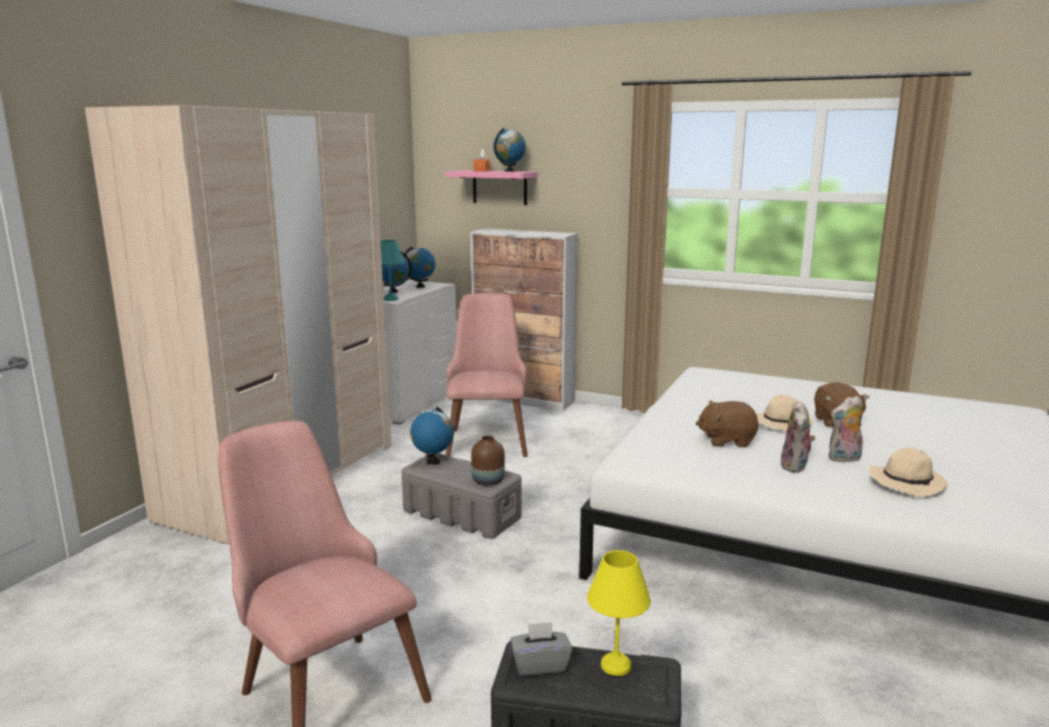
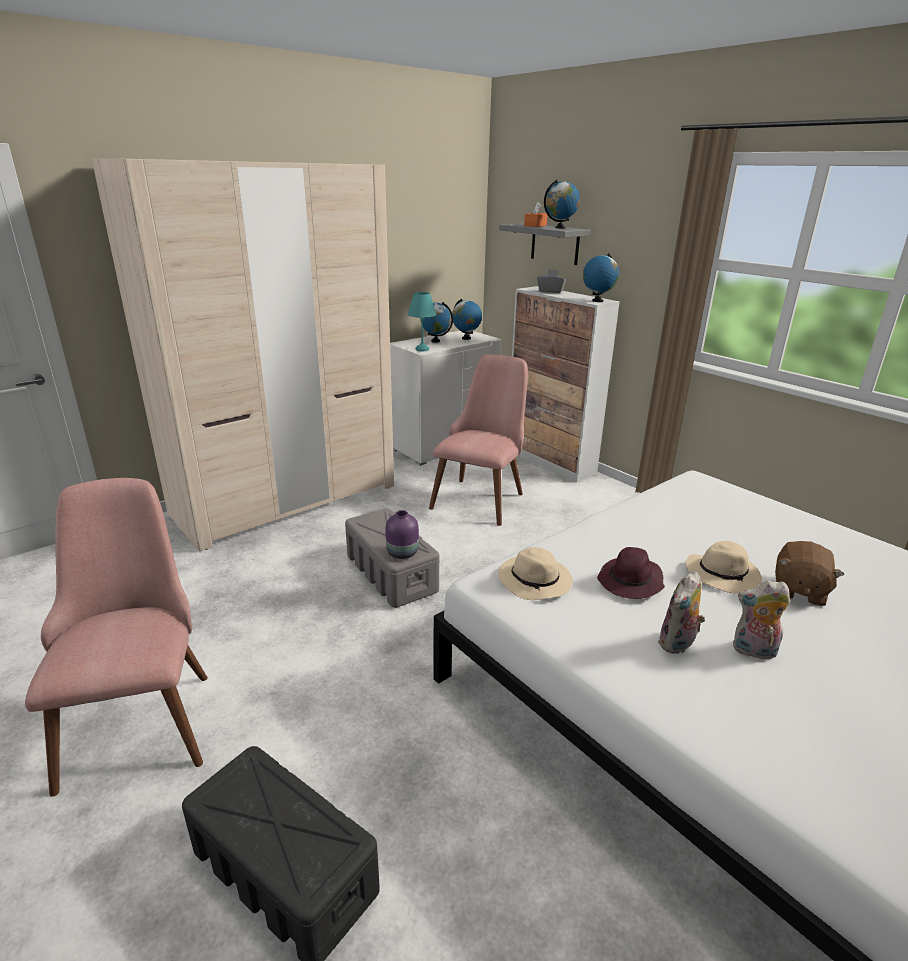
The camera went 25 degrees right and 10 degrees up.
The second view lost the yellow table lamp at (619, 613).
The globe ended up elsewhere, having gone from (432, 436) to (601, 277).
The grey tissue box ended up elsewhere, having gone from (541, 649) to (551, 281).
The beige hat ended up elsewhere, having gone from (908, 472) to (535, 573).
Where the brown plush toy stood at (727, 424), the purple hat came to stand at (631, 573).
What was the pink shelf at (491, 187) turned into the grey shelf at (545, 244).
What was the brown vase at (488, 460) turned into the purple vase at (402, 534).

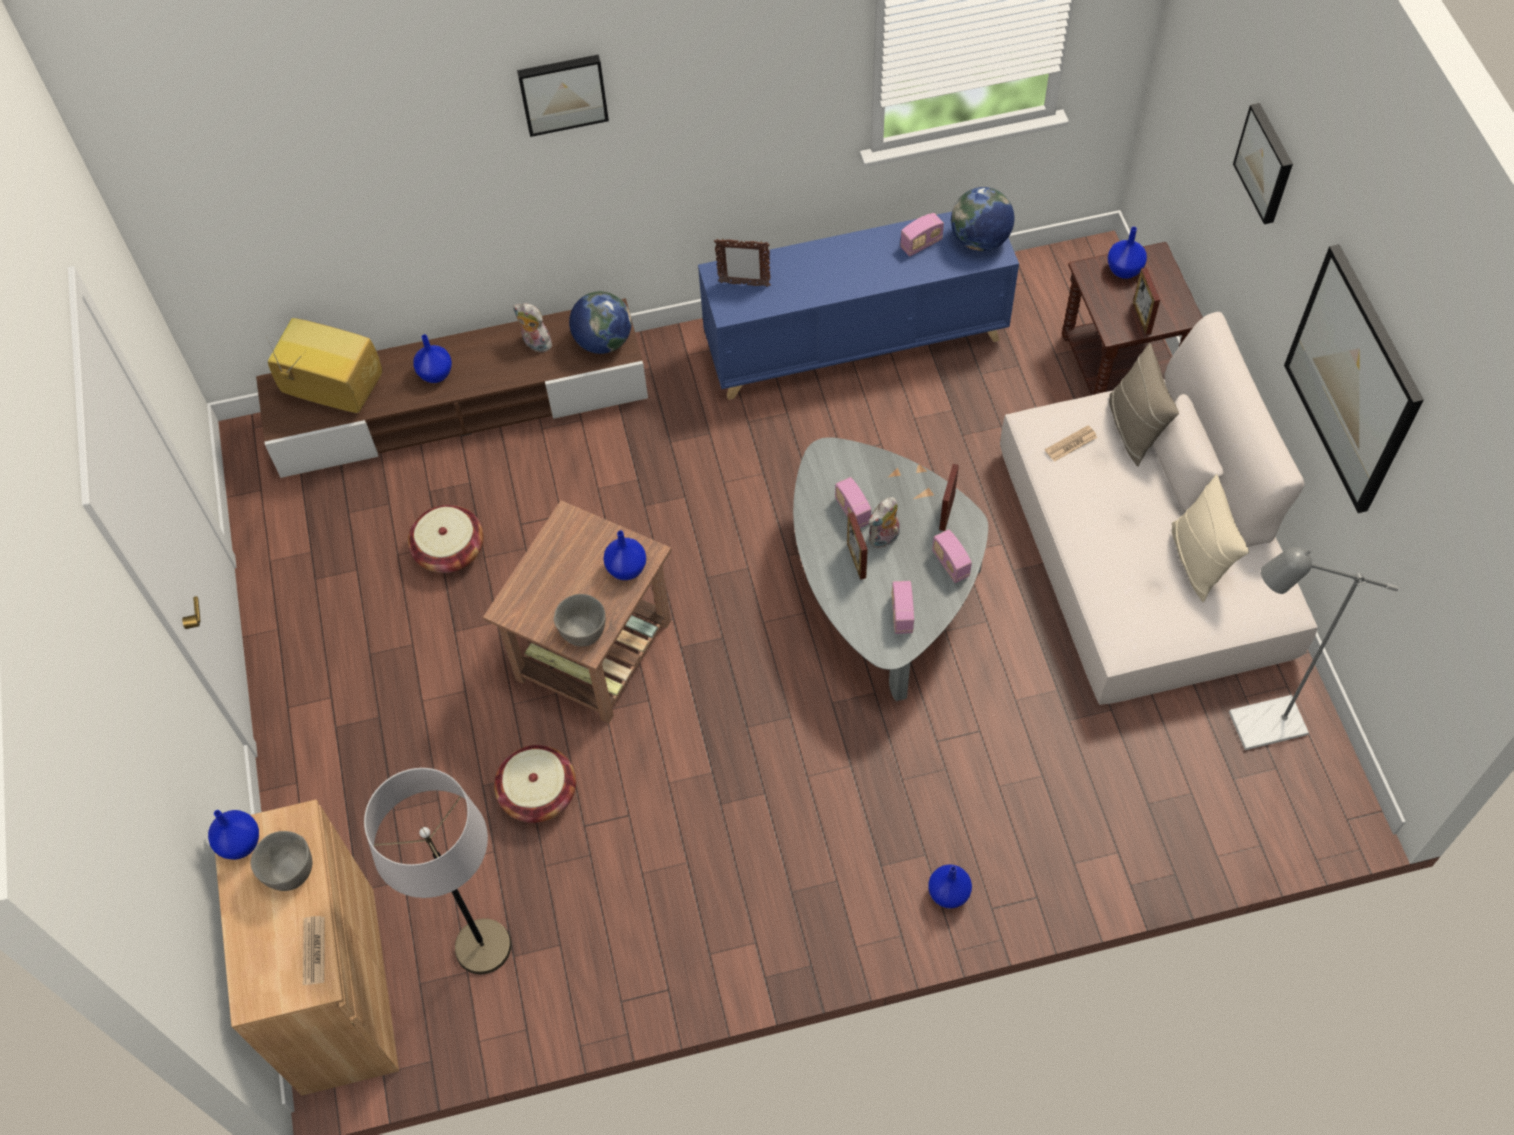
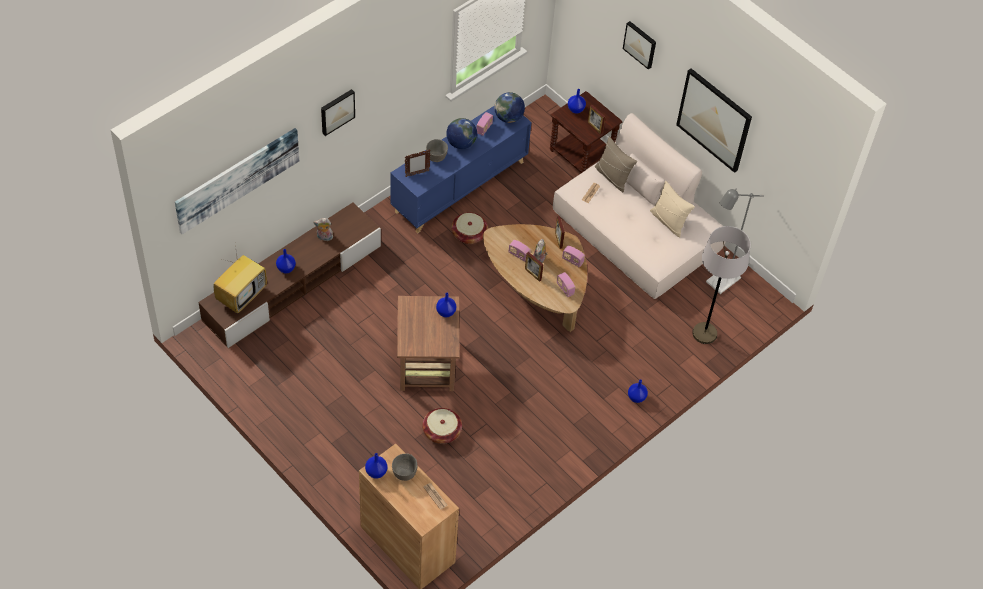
The camera went 35 degrees left and 5 degrees down.
The second view gained the picture at (237, 181).
The grey floor lamp ended up elsewhere, having gone from (437, 871) to (721, 285).
The basket ended up elsewhere, having gone from (446, 539) to (470, 228).
The grey bowl ended up elsewhere, having gone from (580, 620) to (437, 150).
The globe ended up elsewhere, having gone from (600, 322) to (461, 133).
What was the grey coffee table at (890, 569) turned into the brown coffee table at (535, 278).
The television at (324, 365) ended up facing another way, 135 degrees clockwise from before.

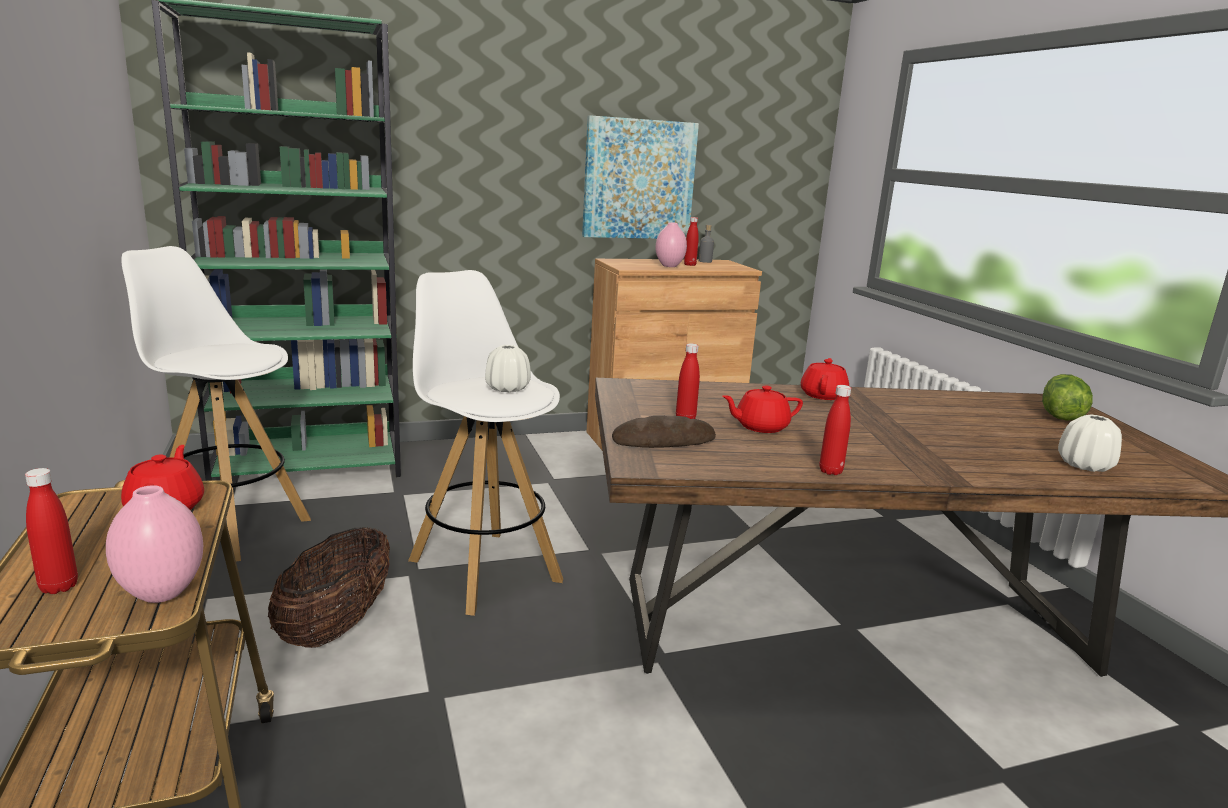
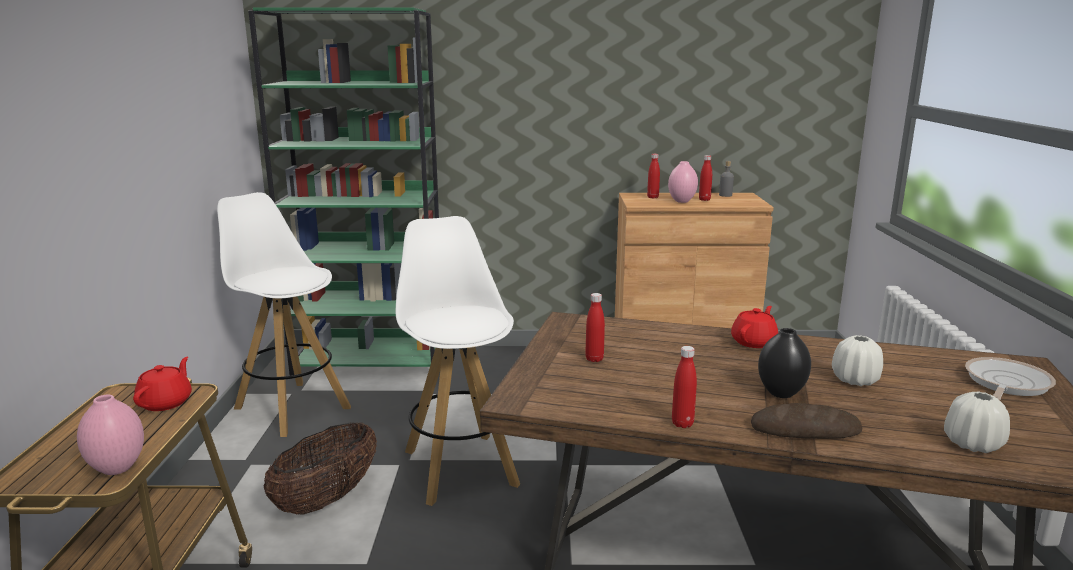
The camera went 20 degrees right and 0 degrees up.
The second view lost the picture at (640, 177).
The second view lost the red teapot at (762, 409).
The second view gained the black vase at (784, 363).
The red bottle ended up elsewhere, having gone from (51, 531) to (653, 176).
The white vase ended up elsewhere, having gone from (508, 368) to (857, 360).
The bread ended up elsewhere, having gone from (664, 432) to (806, 421).
Where the lettuce stood at (1067, 397), the frying pan came to stand at (1010, 378).

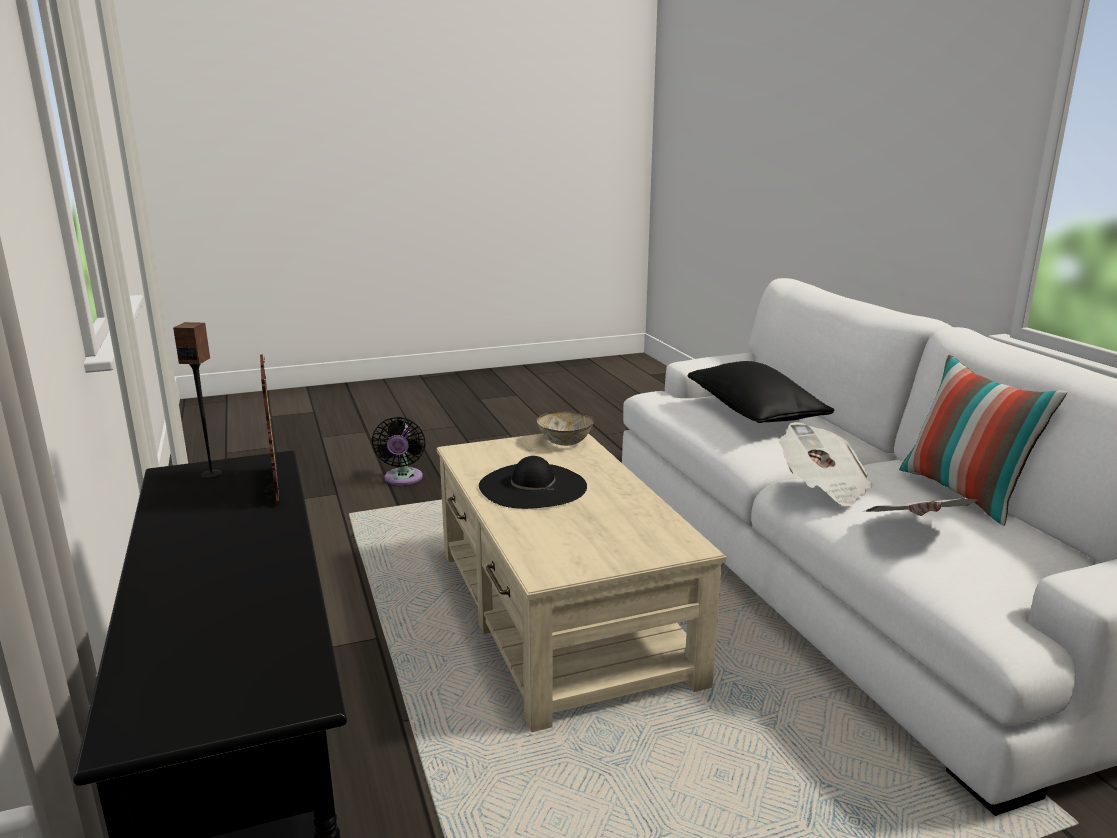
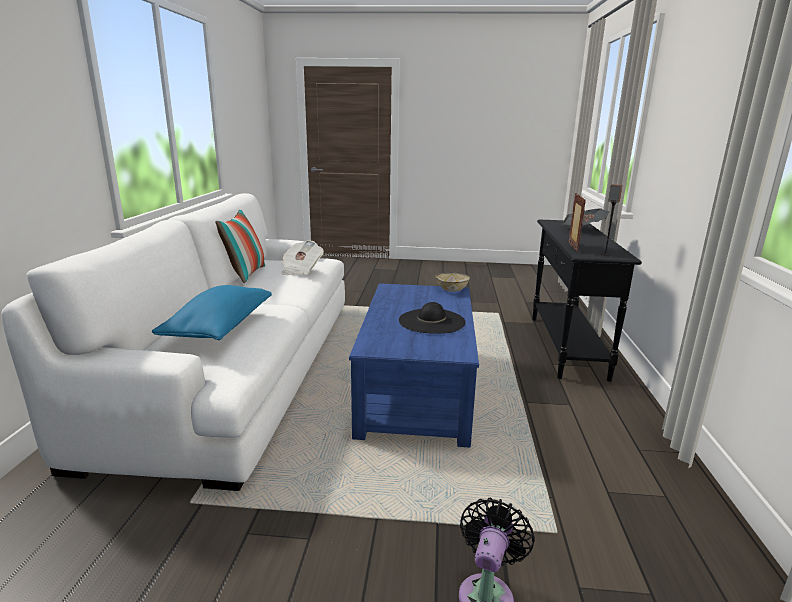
The camera went 155 degrees left and 0 degrees up.
The bowl ended up elsewhere, having gone from (565, 429) to (452, 282).
The newspaper ended up elsewhere, having gone from (826, 464) to (586, 216).
What was the beige coffee table at (581, 582) turned into the blue coffee table at (414, 365).
What was the black pillow at (760, 392) turned into the blue pillow at (212, 312).

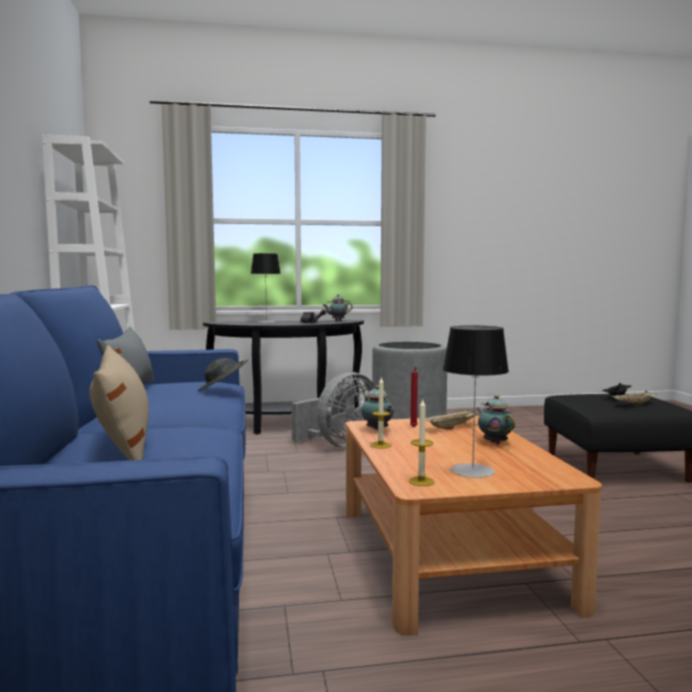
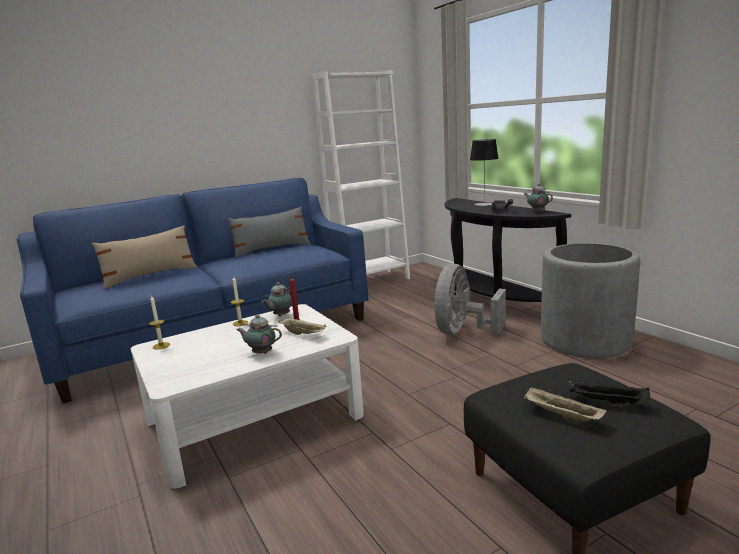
The camera went 70 degrees right and 10 degrees up.
The second view lost the grey hat at (223, 374).
The second view lost the table lamp at (476, 402).
What was the brown coffee table at (474, 526) turned into the white coffee table at (247, 396).
The grey fan at (333, 410) ended up facing another way, 90 degrees clockwise from before.
The teapot at (496, 420) ended up facing another way, 120 degrees counterclockwise from before.

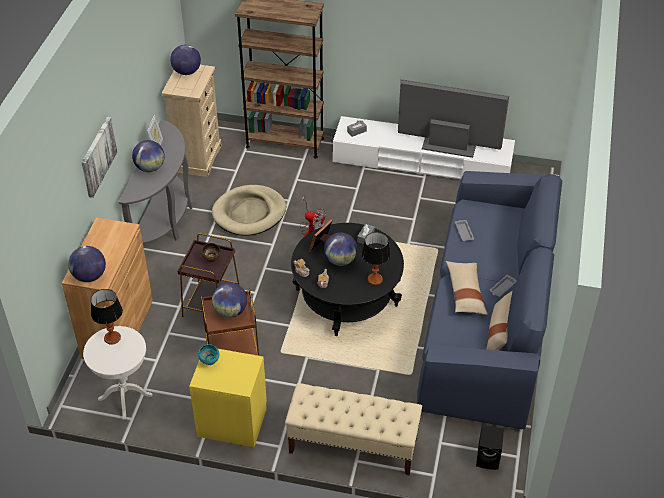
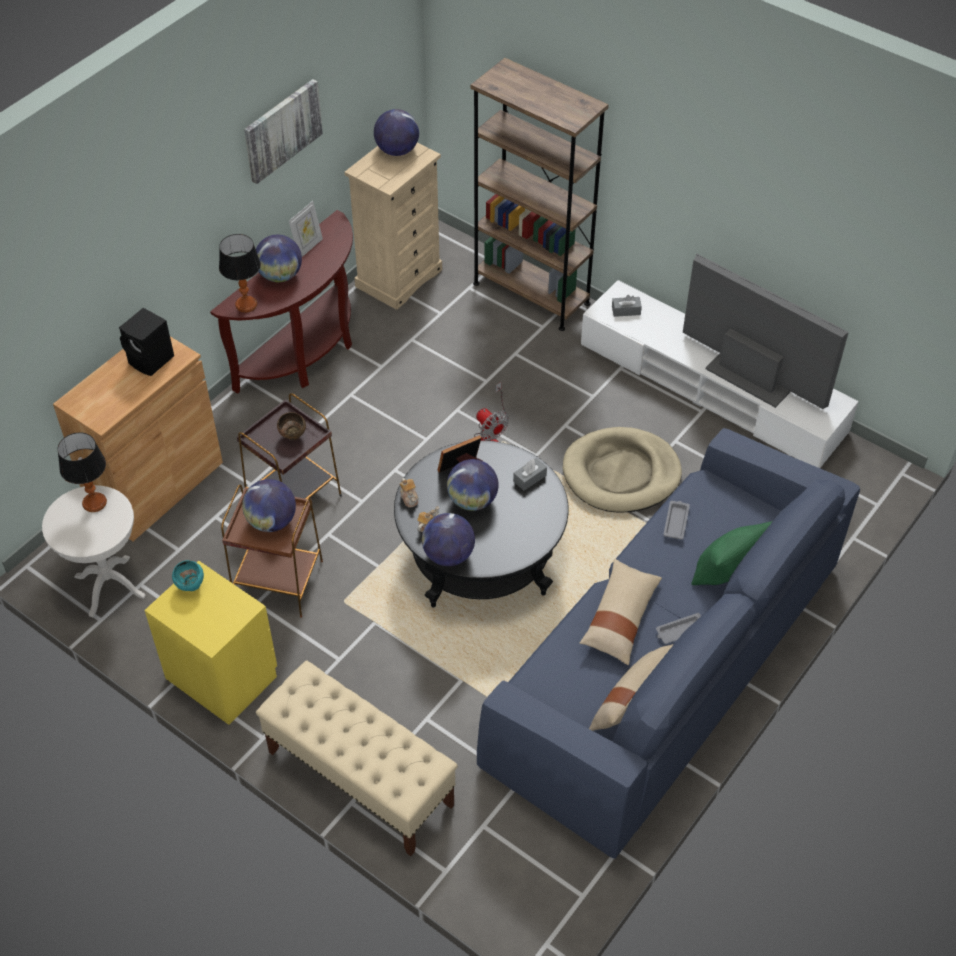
The camera went 25 degrees right and 5 degrees up.
The second view gained the green pillow at (732, 553).
The globe ended up elsewhere, having gone from (87, 264) to (448, 539).
The picture ended up elsewhere, having gone from (99, 157) to (283, 131).
The beige dog bed ended up elsewhere, having gone from (249, 210) to (622, 470).
The table lamp ended up elsewhere, having gone from (376, 258) to (240, 273).
The black speaker ended up elsewhere, having gone from (490, 448) to (146, 342).
What was the grey console table at (155, 182) turned into the brown console table at (281, 302).

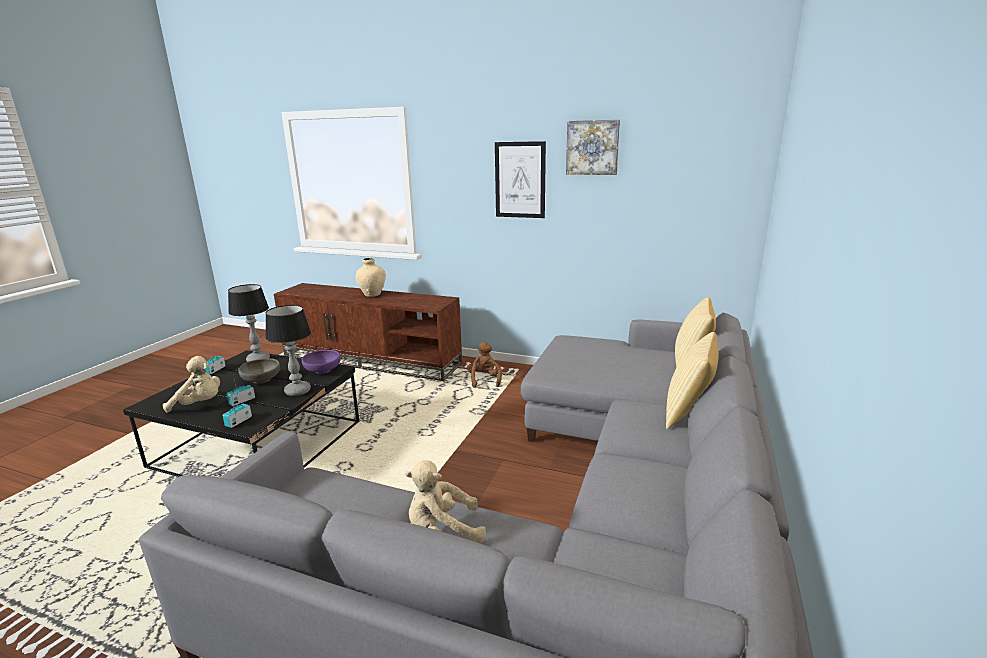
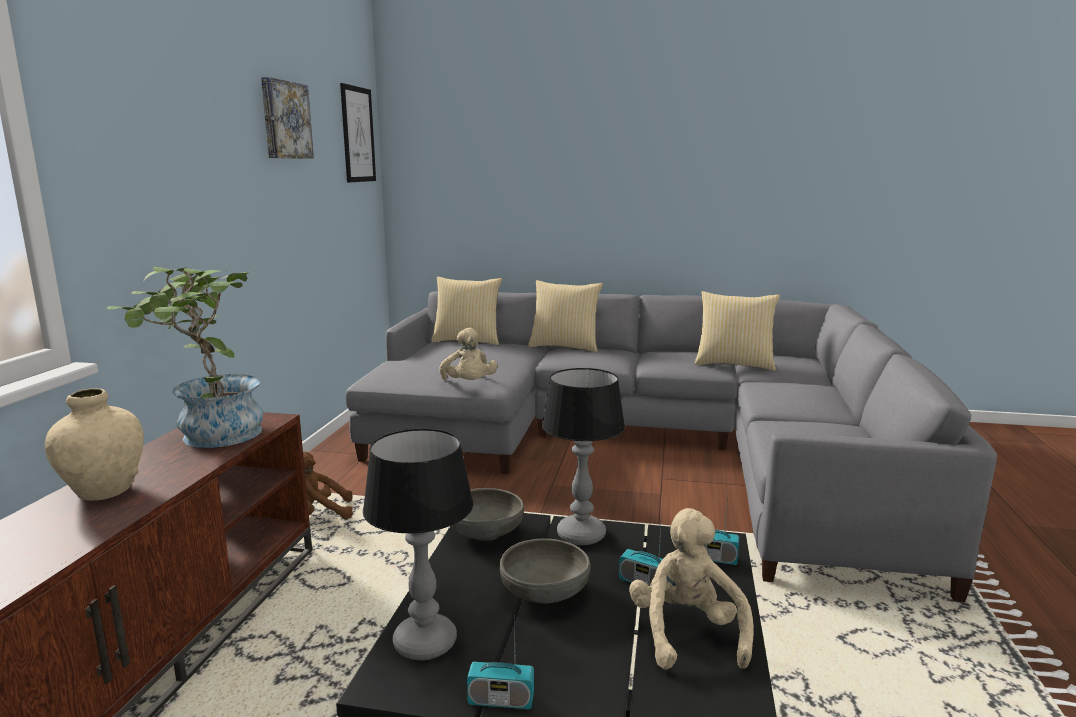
The camera went 100 degrees left and 5 degrees down.
The second view gained the potted plant at (185, 357).
The second view gained the pillow at (737, 331).
The beige plush toy ended up elsewhere, having gone from (445, 501) to (468, 354).
The picture ended up elsewhere, having gone from (520, 179) to (358, 132).
What was the purple bowl at (321, 362) turned into the grey bowl at (487, 514).

